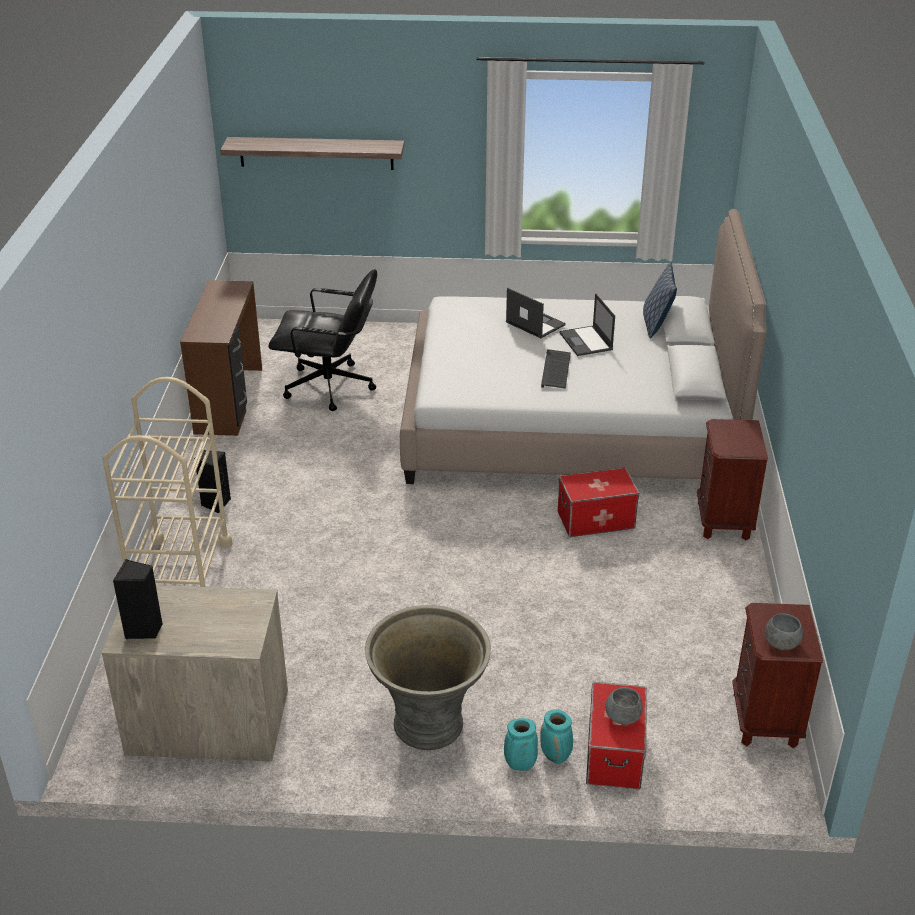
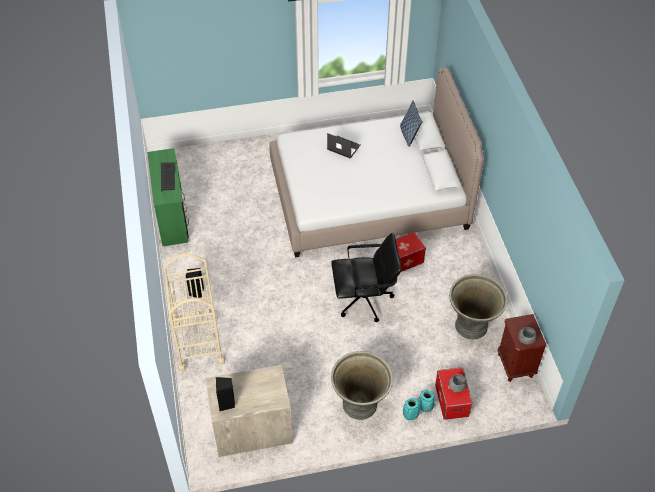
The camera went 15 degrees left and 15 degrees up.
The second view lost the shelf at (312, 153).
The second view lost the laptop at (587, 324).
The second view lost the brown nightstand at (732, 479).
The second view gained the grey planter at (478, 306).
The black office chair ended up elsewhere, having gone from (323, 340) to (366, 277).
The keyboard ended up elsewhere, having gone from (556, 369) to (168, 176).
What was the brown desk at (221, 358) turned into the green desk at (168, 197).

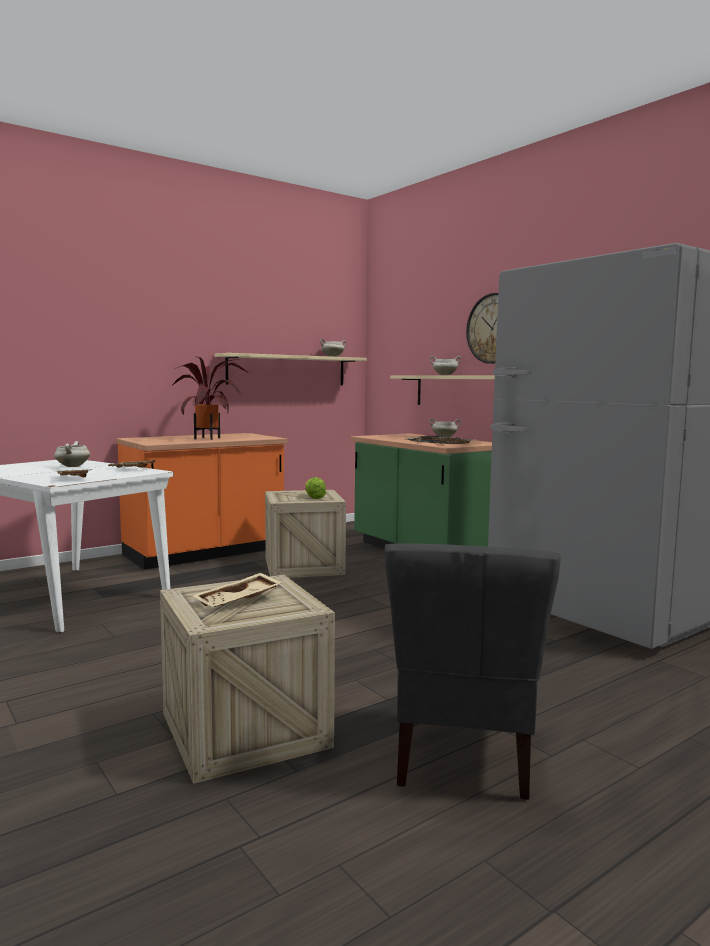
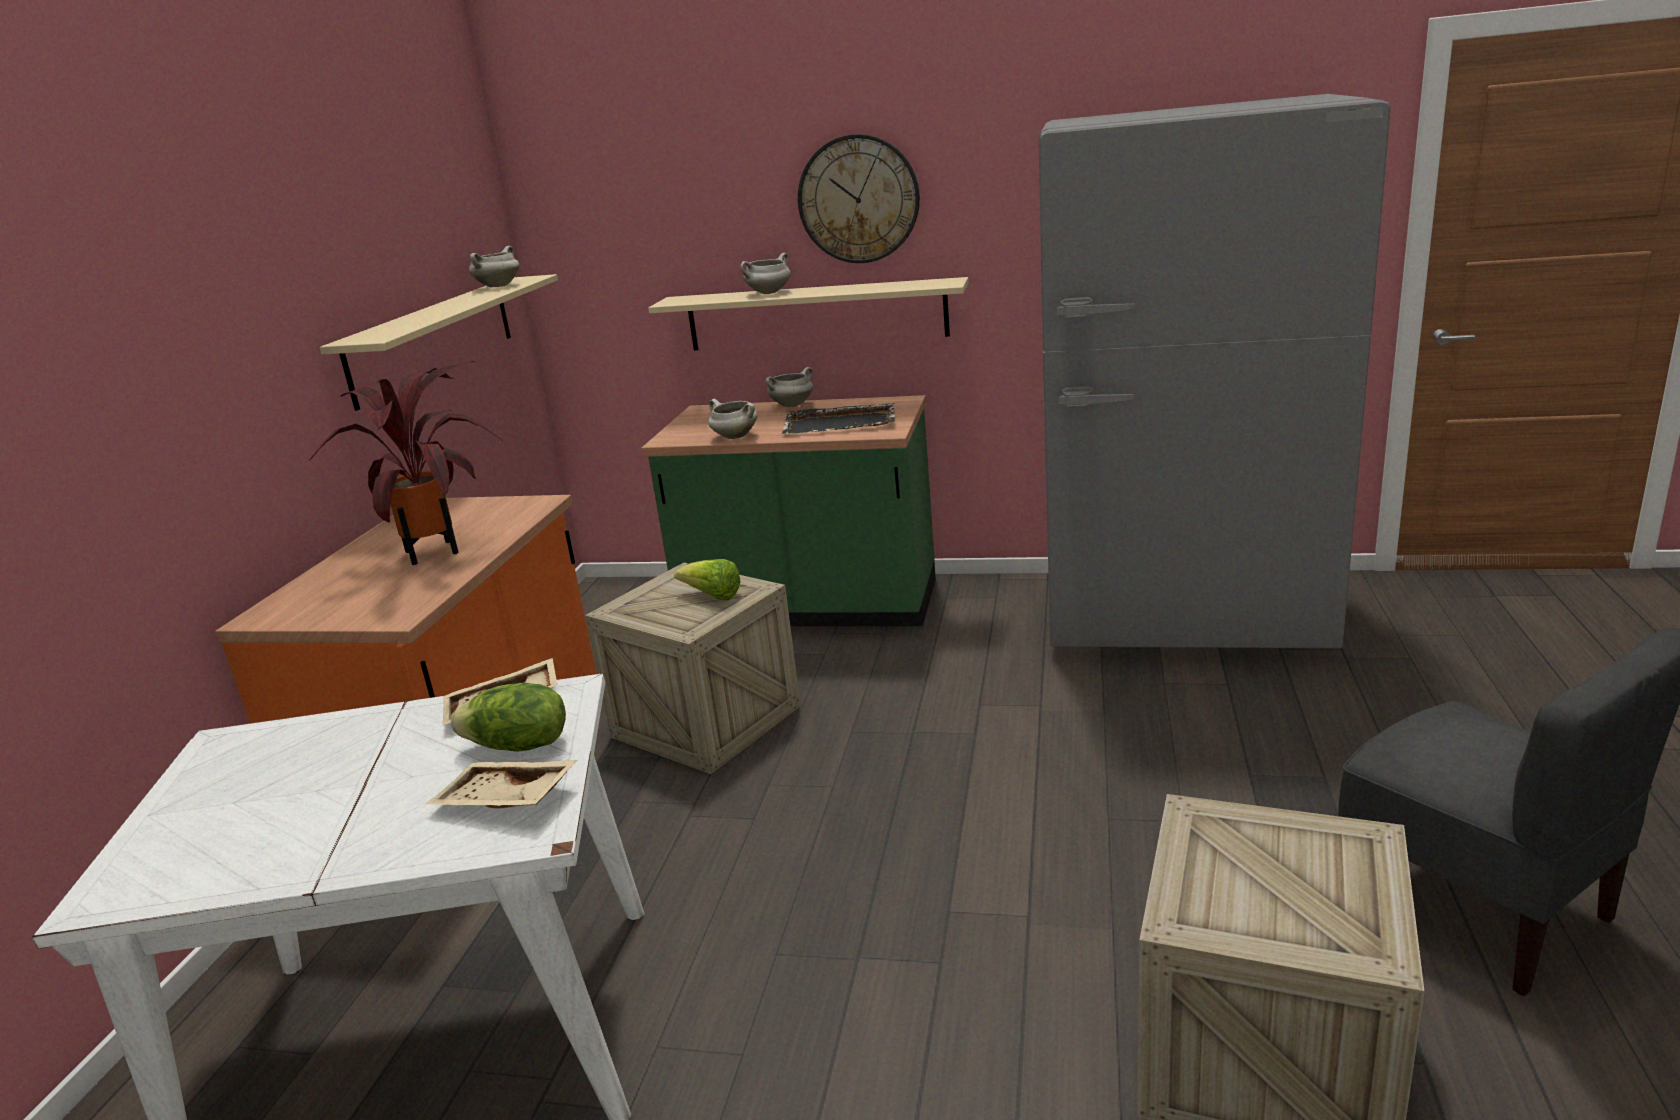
The camera went 40 degrees left and 15 degrees up.
The second view lost the beige tray at (238, 590).
The second view gained the lettuce at (508, 717).
The white cooking pot ended up elsewhere, having gone from (72, 454) to (733, 419).

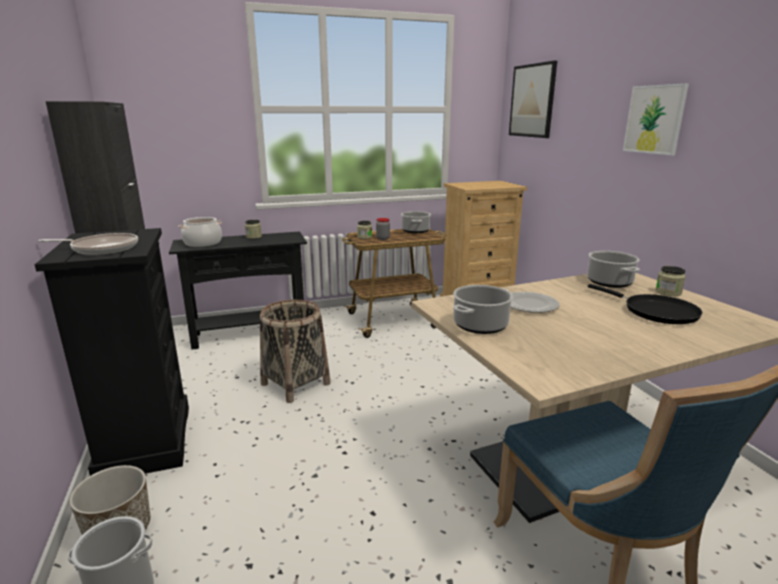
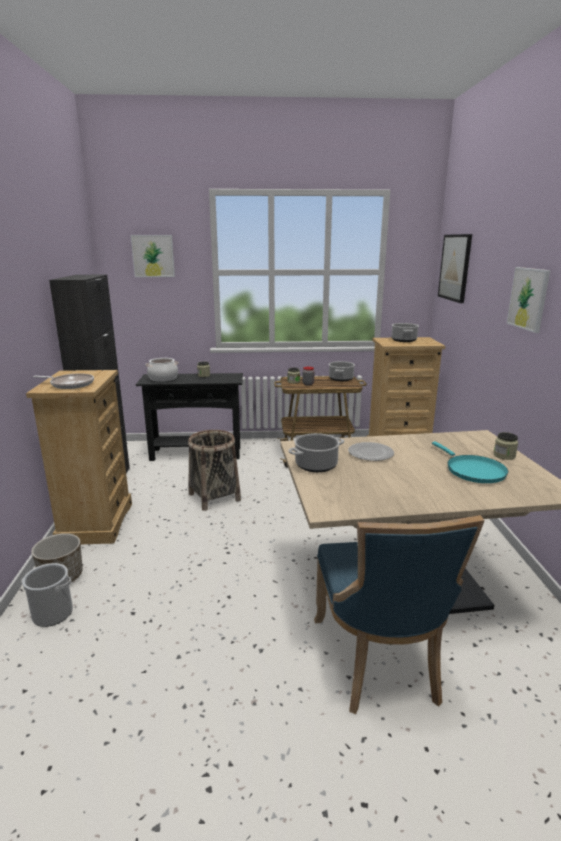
The camera went 15 degrees right and 0 degrees up.
The second view gained the picture at (153, 256).
The cooking pot ended up elsewhere, having gone from (613, 269) to (405, 332).
What was the black dresser at (111, 352) turned into the beige dresser at (79, 457).
What was the black frying pan at (645, 304) turned into the turquoise frying pan at (470, 462).

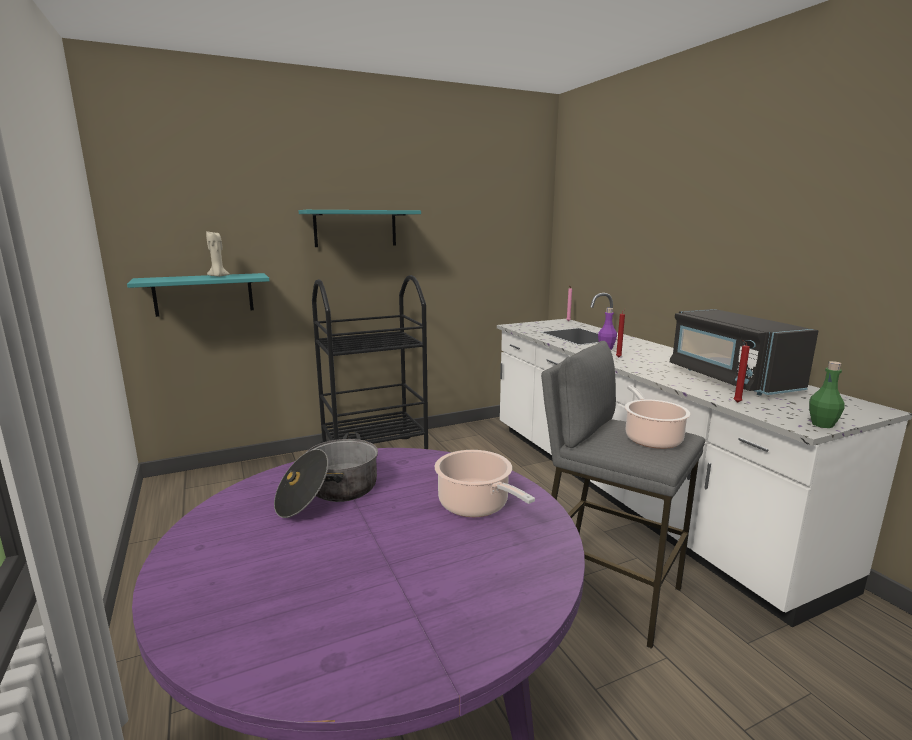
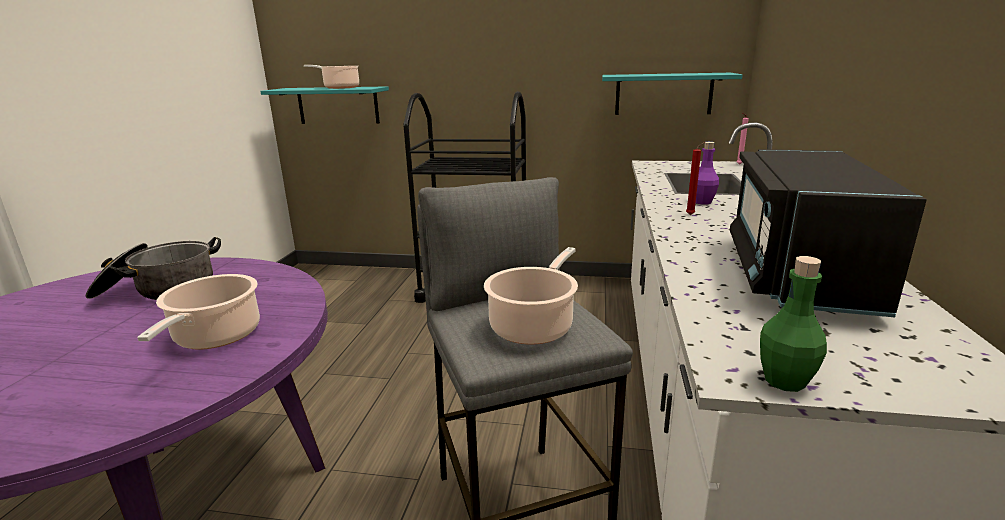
The camera went 35 degrees right and 5 degrees up.
The second view lost the red candle at (741, 371).
The turquoise shelf ended up elsewhere, having gone from (360, 228) to (672, 94).
Where the beige candle stood at (218, 254), the cooking pot came to stand at (331, 77).

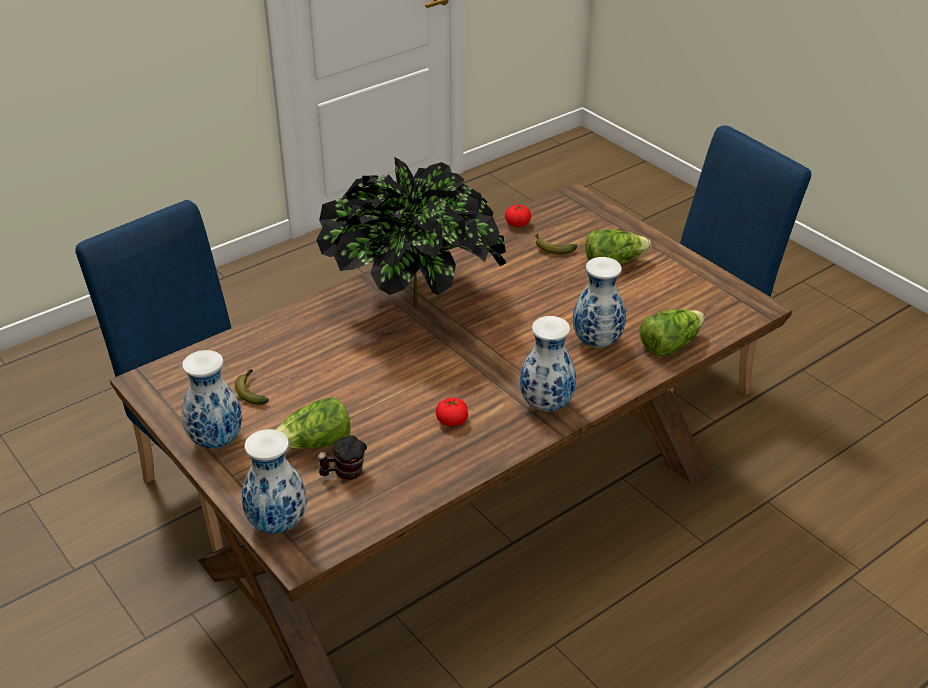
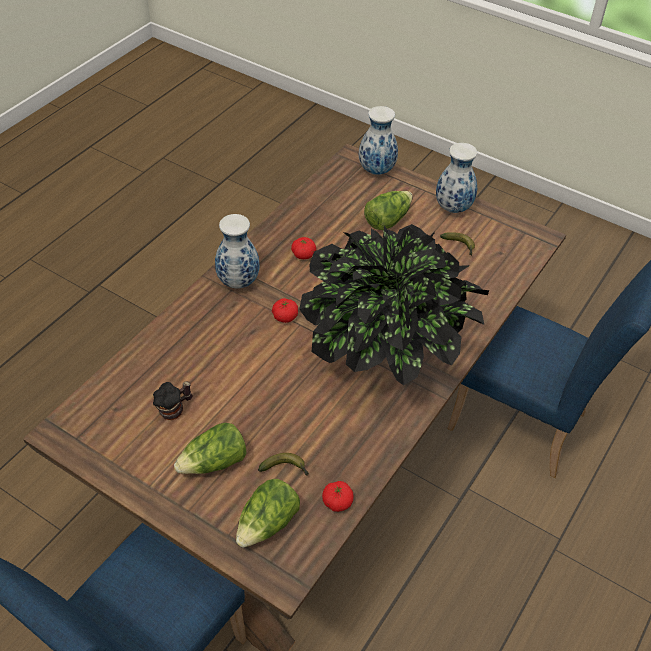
The camera went 160 degrees right and 10 degrees up.
The second view lost the vase at (599, 302).
The second view gained the tomato at (285, 310).
The mug ended up elsewhere, having gone from (342, 457) to (173, 400).
The lettuce ended up elsewhere, having gone from (671, 332) to (268, 513).

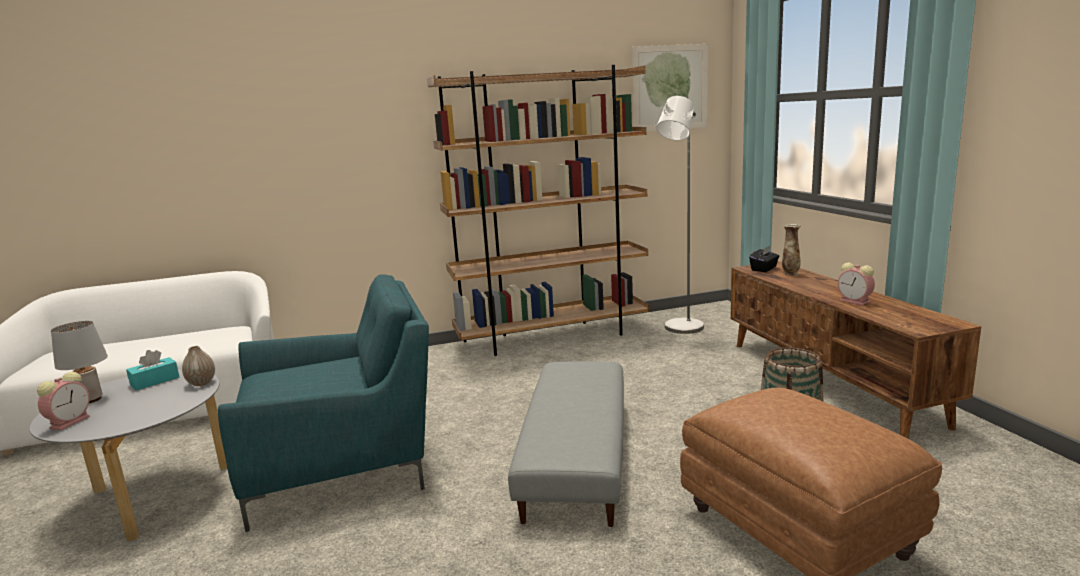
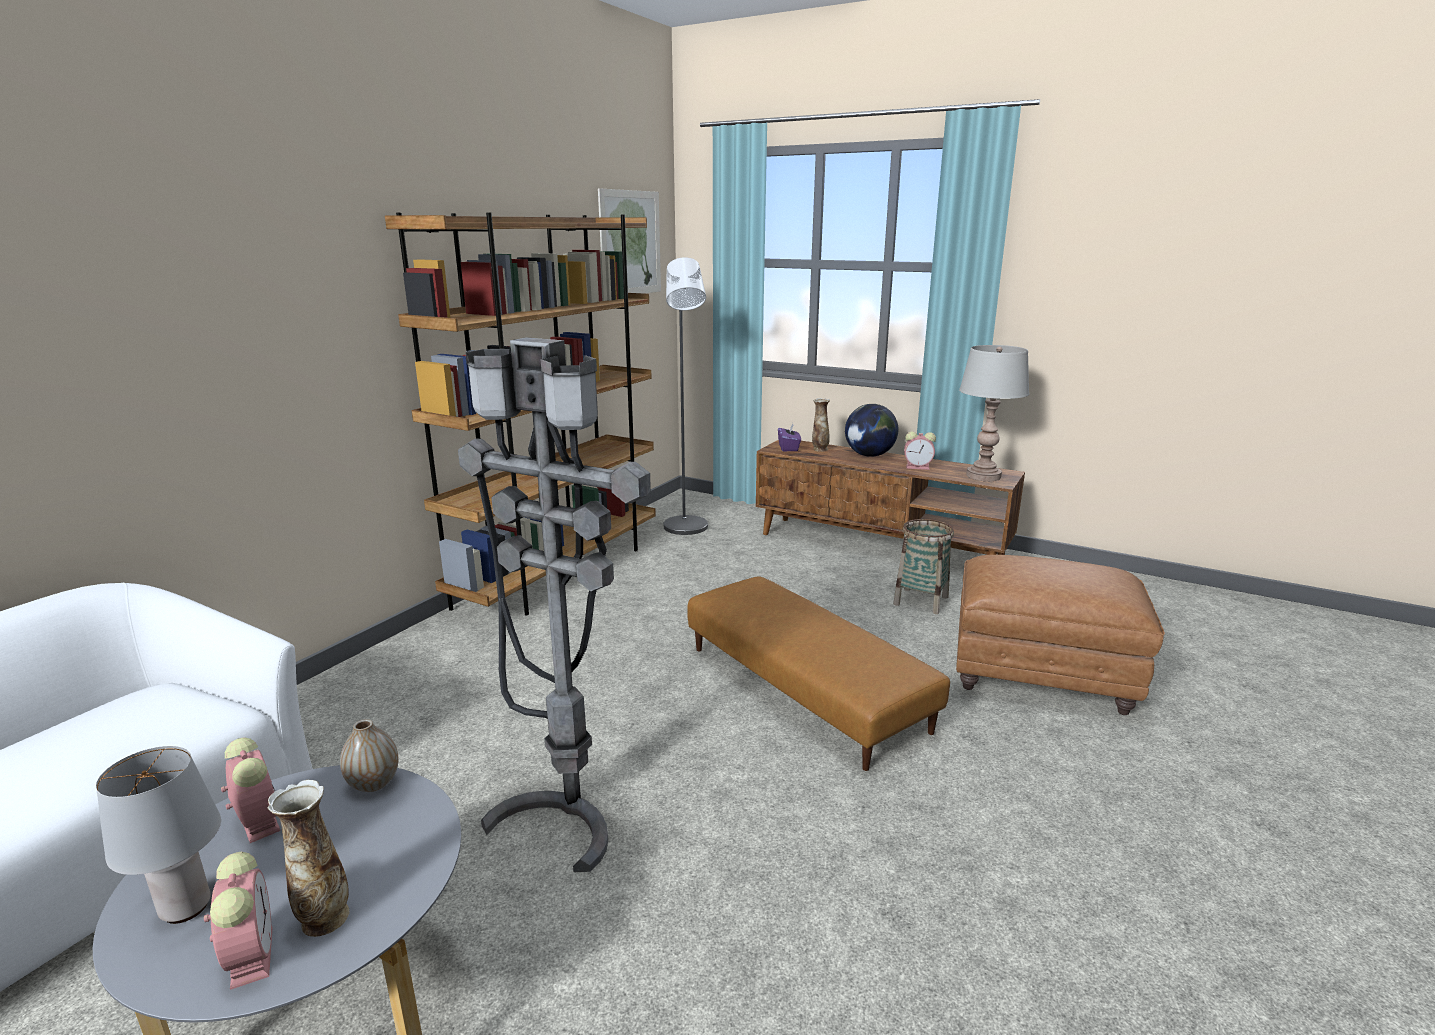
The camera went 45 degrees left and 5 degrees up.
The second view gained the vase at (308, 858).
The second view gained the globe at (872, 430).
The second view gained the grey table lamp at (994, 413).
Where the turquoise tissue box stood at (152, 370), the alarm clock came to stand at (251, 790).
Where the turquoise armchair stood at (323, 403), the grey floor lamp came to stand at (554, 604).
What was the grey ottoman at (566, 444) turned into the brown ottoman at (818, 674).
What was the black tissue box at (764, 259) turned into the purple tissue box at (789, 437).

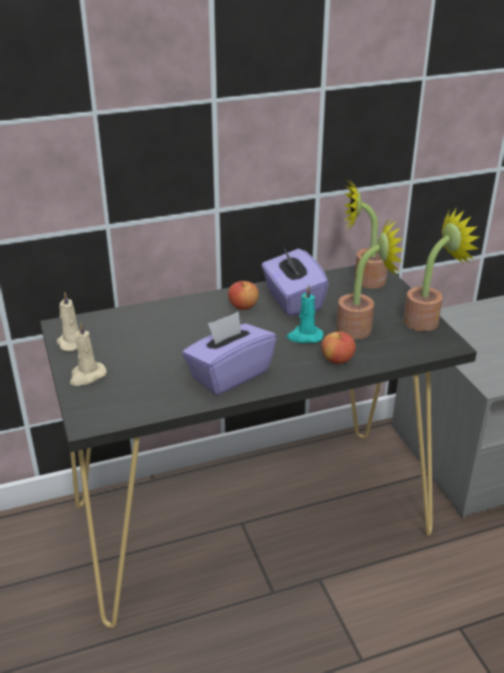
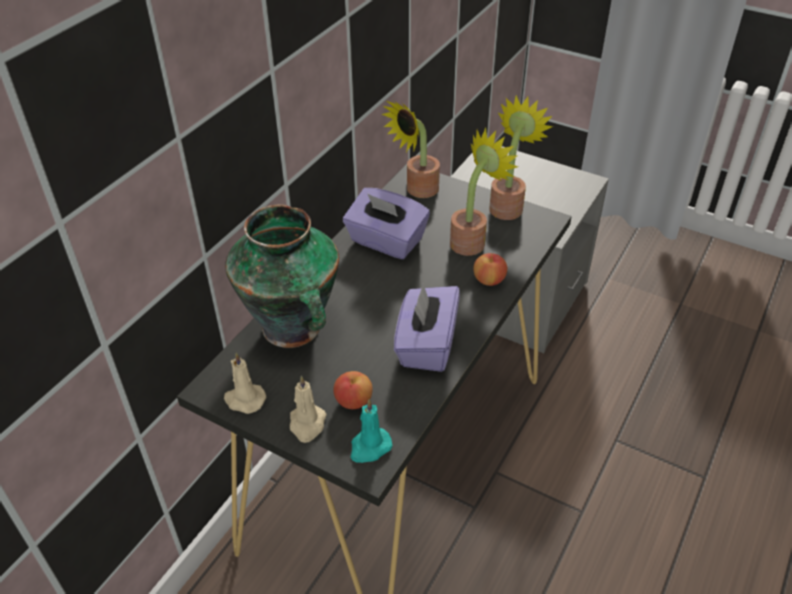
The camera went 40 degrees left and 10 degrees up.
The second view gained the vase at (282, 276).
The apple ended up elsewhere, having gone from (243, 295) to (353, 390).
The turquoise candle ended up elsewhere, having gone from (305, 314) to (371, 431).

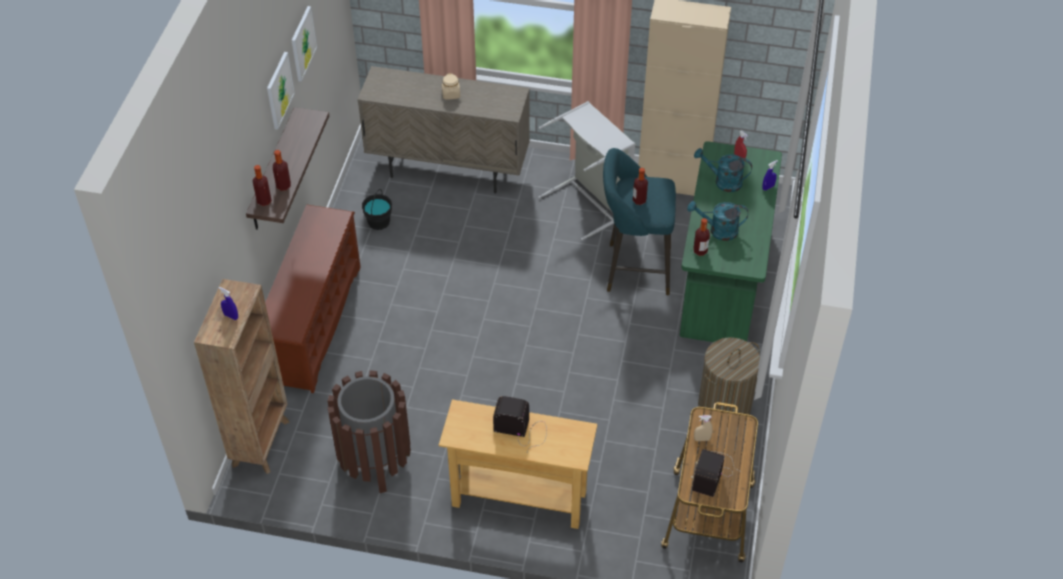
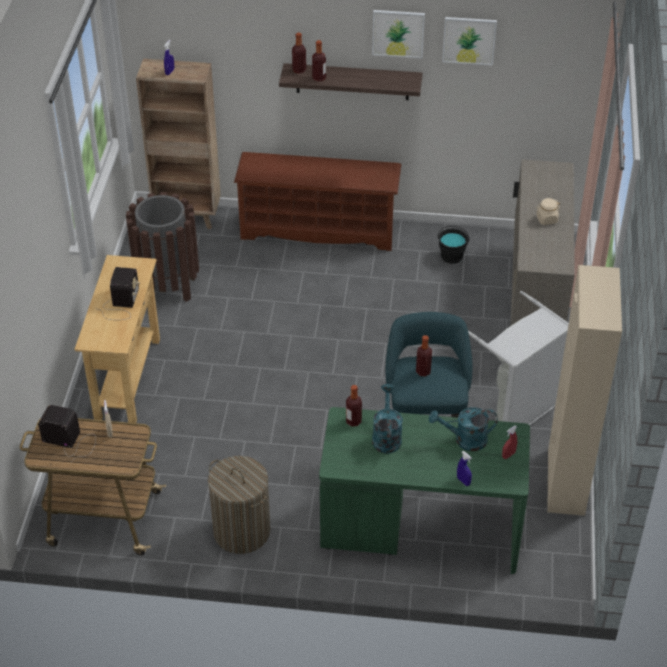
The camera went 85 degrees right and 5 degrees down.
The turquoise watering can at (723, 170) ended up facing another way, 105 degrees counterclockwise from before.

